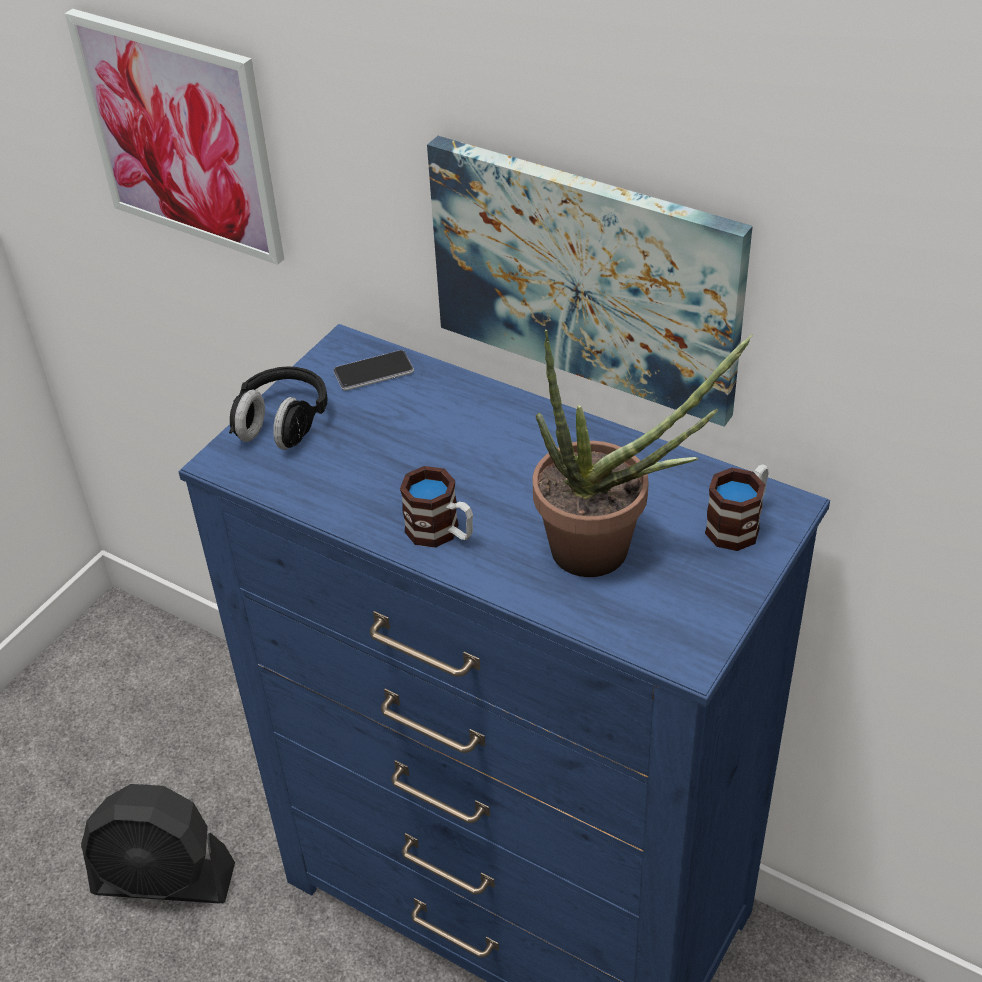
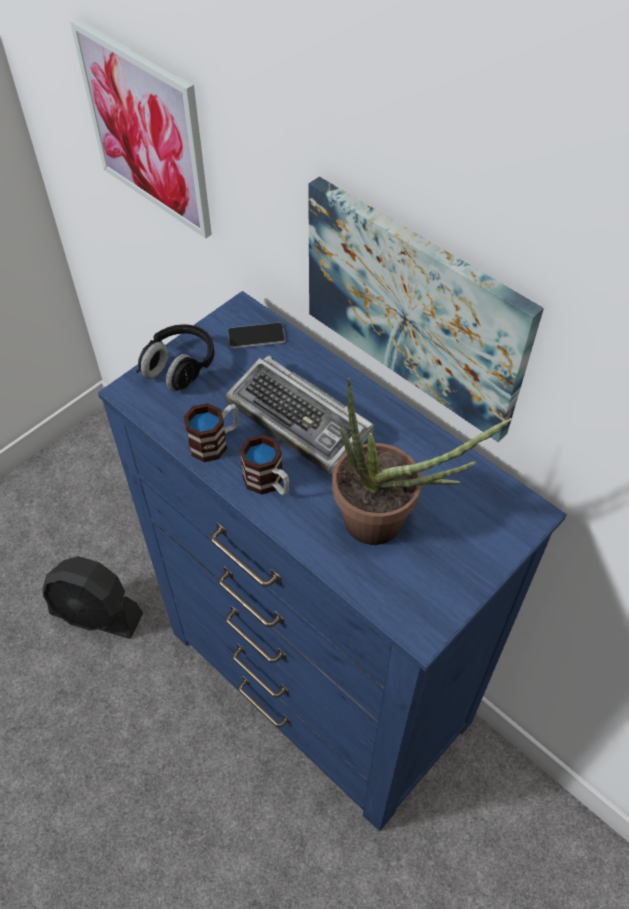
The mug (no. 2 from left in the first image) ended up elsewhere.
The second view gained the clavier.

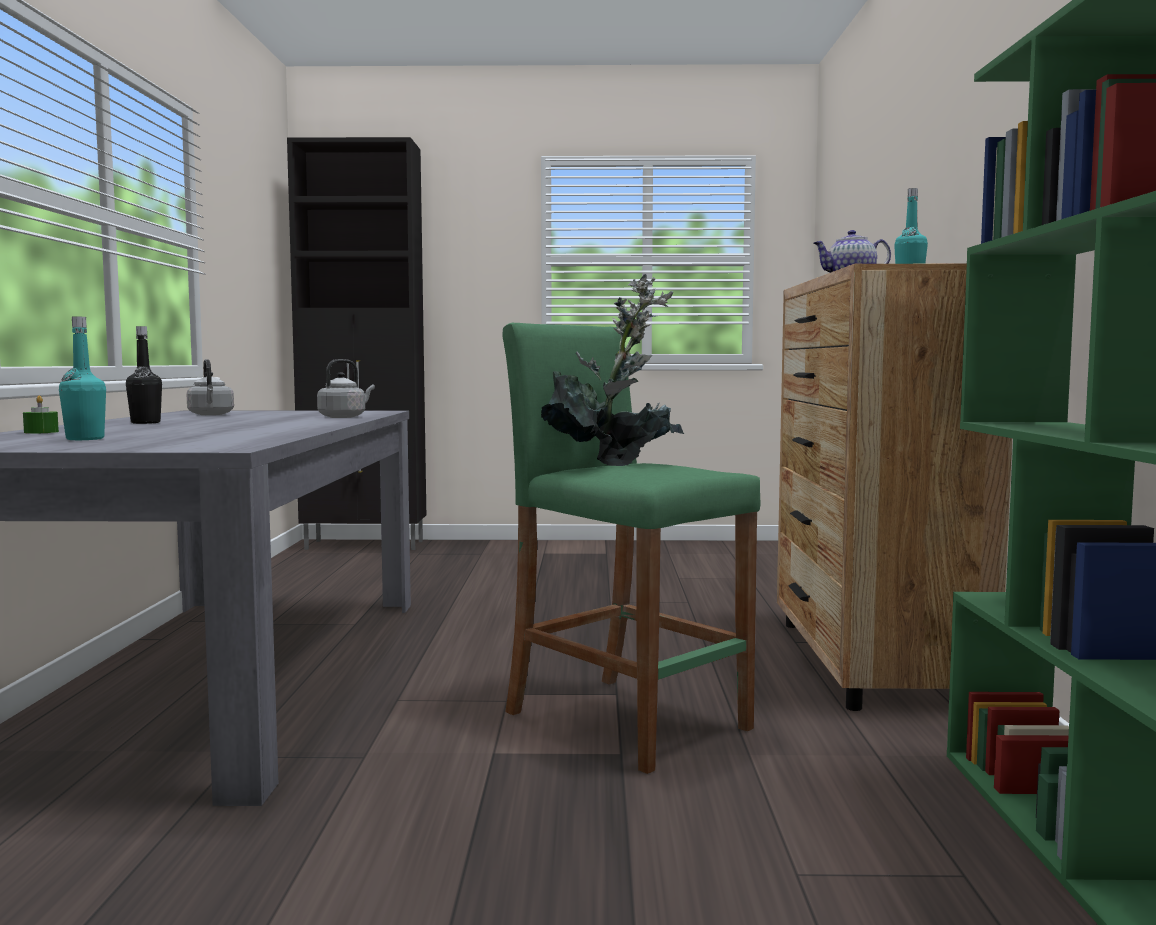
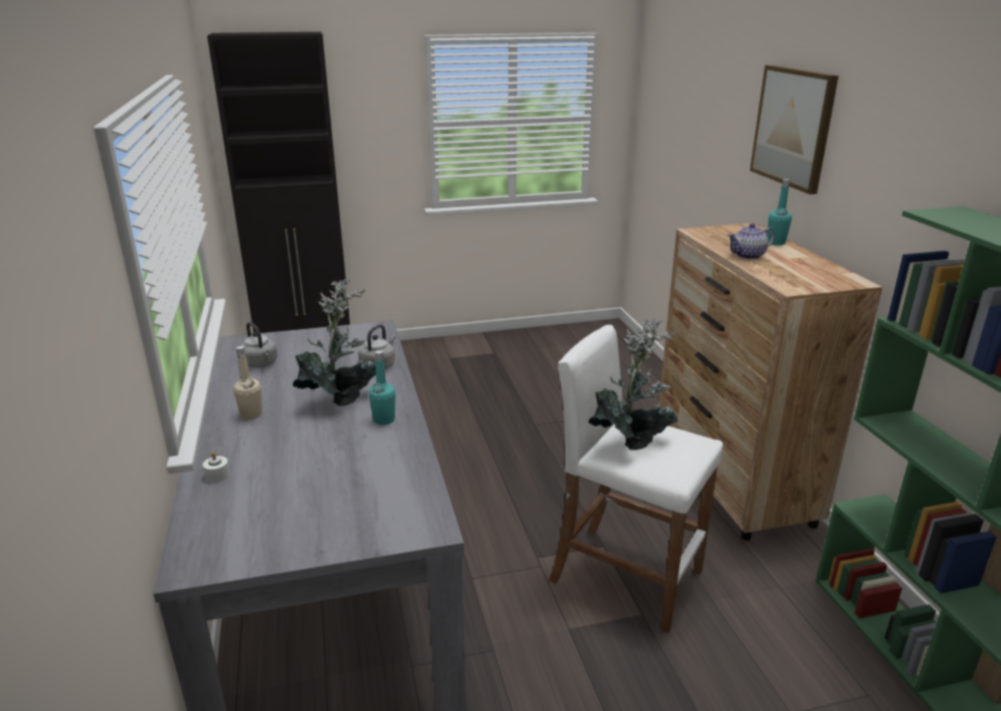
The bouteille [turquoise] (no. 1 from left) ended up elsewhere.
What was the tabouret [vert] turned into the tabouret [blanc].
What was the bouteille [noir] turned into the bouteille [beige].
What was the bougie [vert] turned into the bougie [blanc].
The second view gained the tableau.
The second view gained the plante en pot (no. 1 from left).

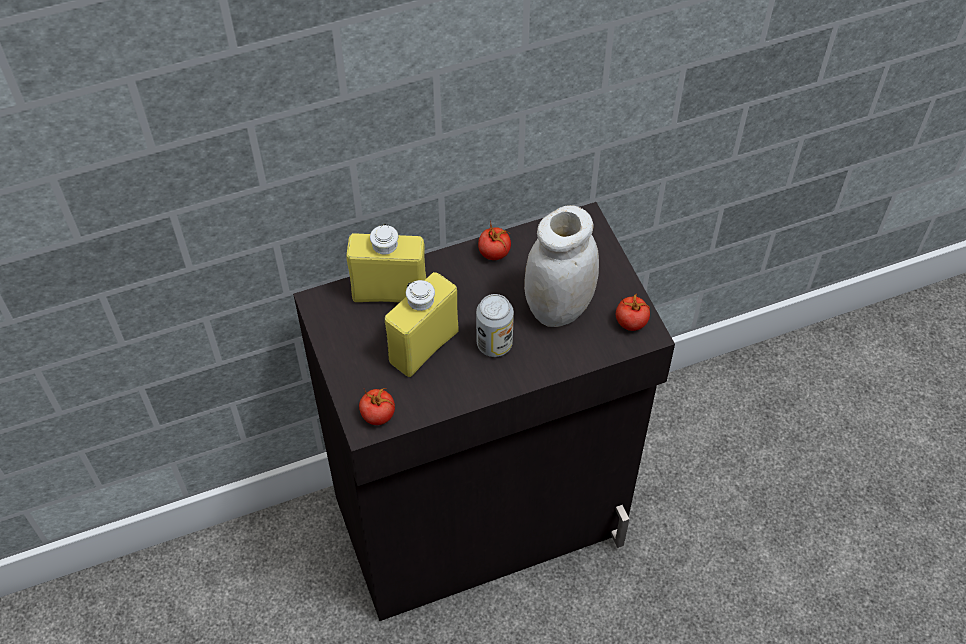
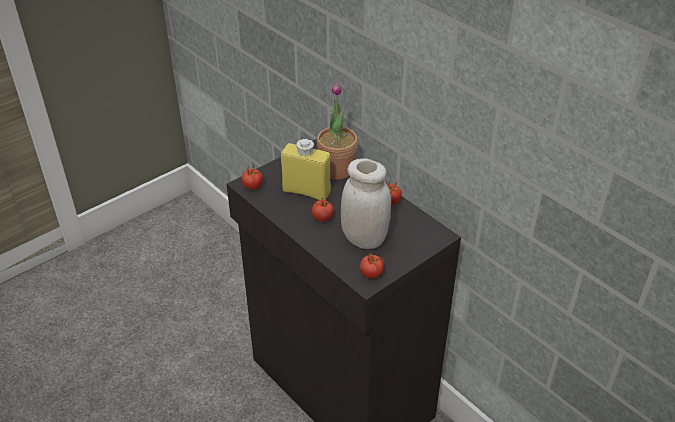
Where the bouteille [jaune] (no. 1 from left) stood, the plante en pot came to stand.
Where the boîte métallique stood, the tomate (no. 2 from left) came to stand.

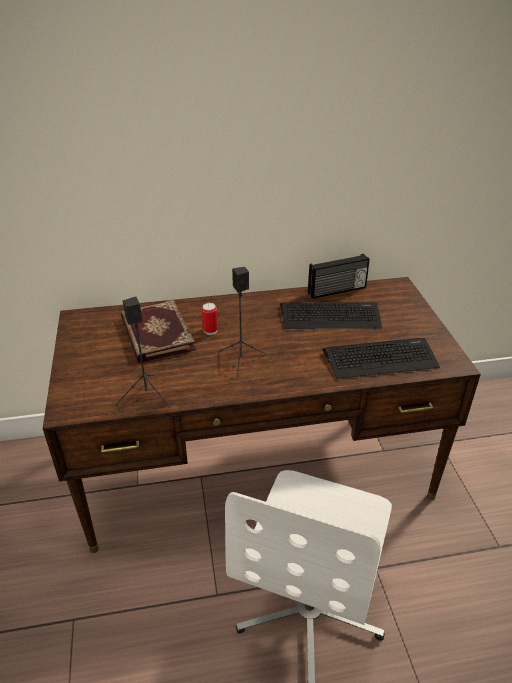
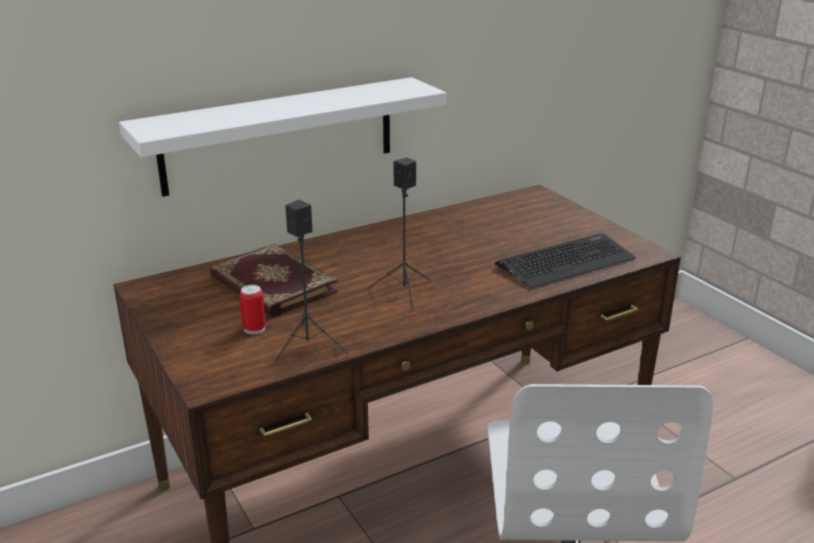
The second view lost the radio.
The second view lost the clavier (no. 1 from left).
The boîte métallique ended up elsewhere.
The second view gained the étagère [blanc].

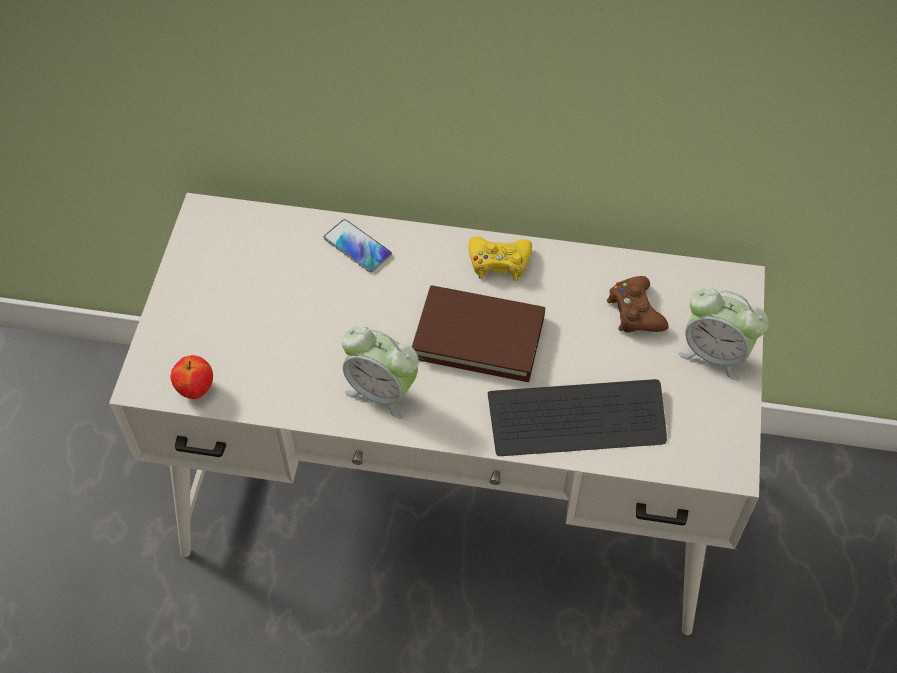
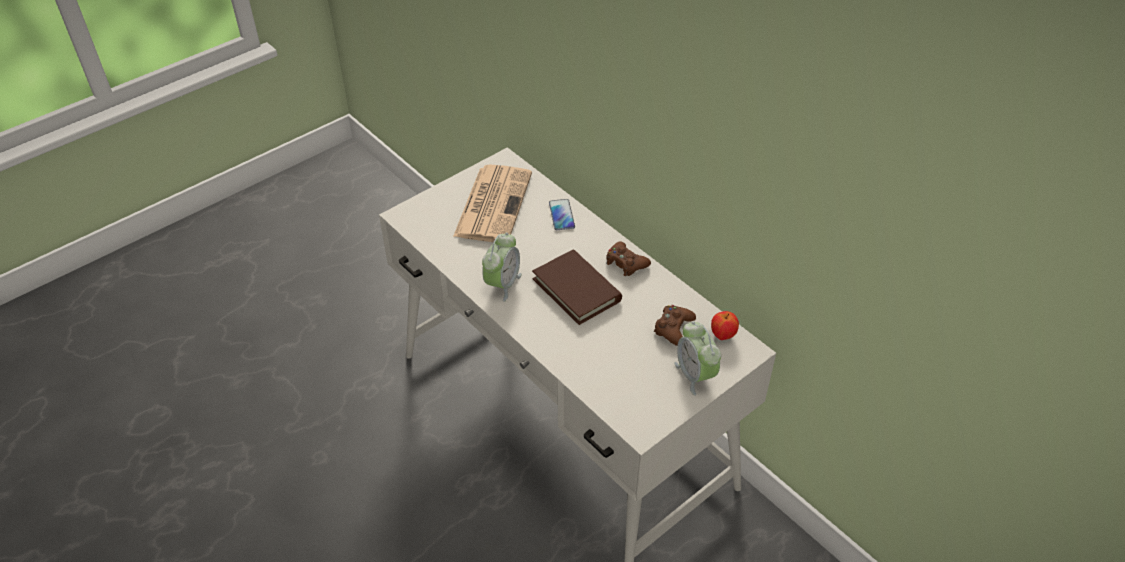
What was the manette [jaune] turned into the manette [marron] (no. 1 from left).
The réveil (no. 1 from left) ended up facing another way, 135 degrees counterclockwise from before.
The pomme ended up elsewhere.
The second view lost the clavier.
The second view gained the journal.

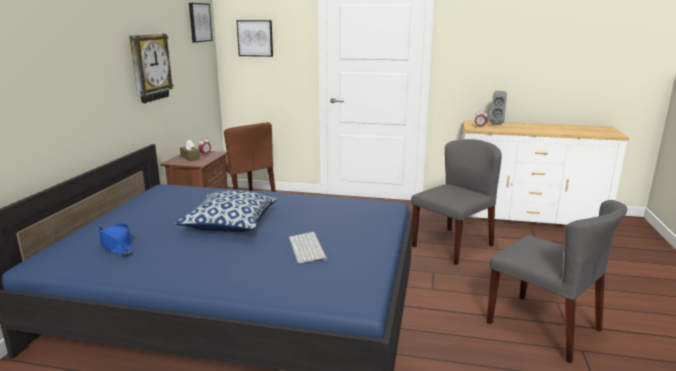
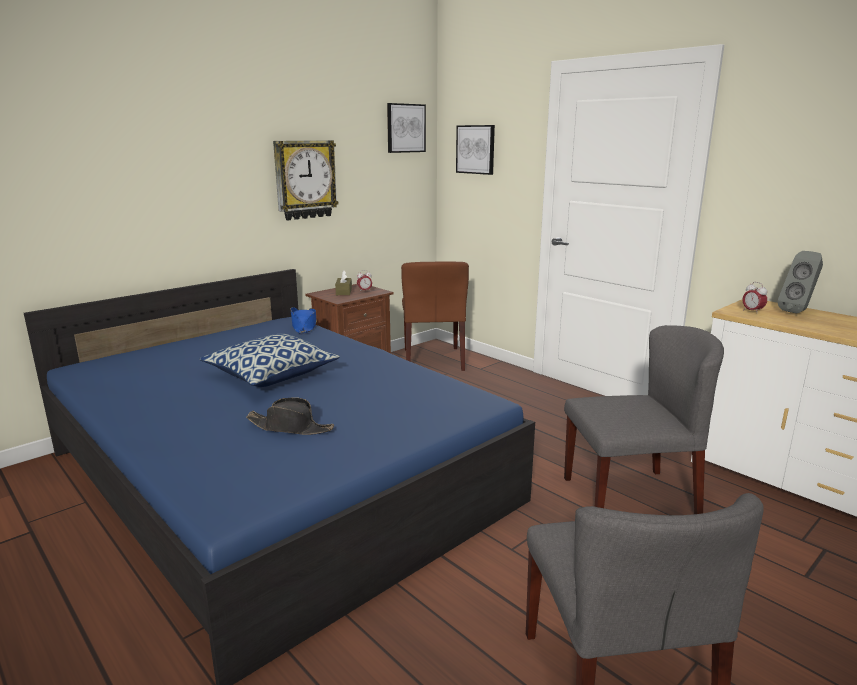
The chapeau [bleu] ended up elsewhere.
Where the clavier stood, the chapeau [noir] came to stand.

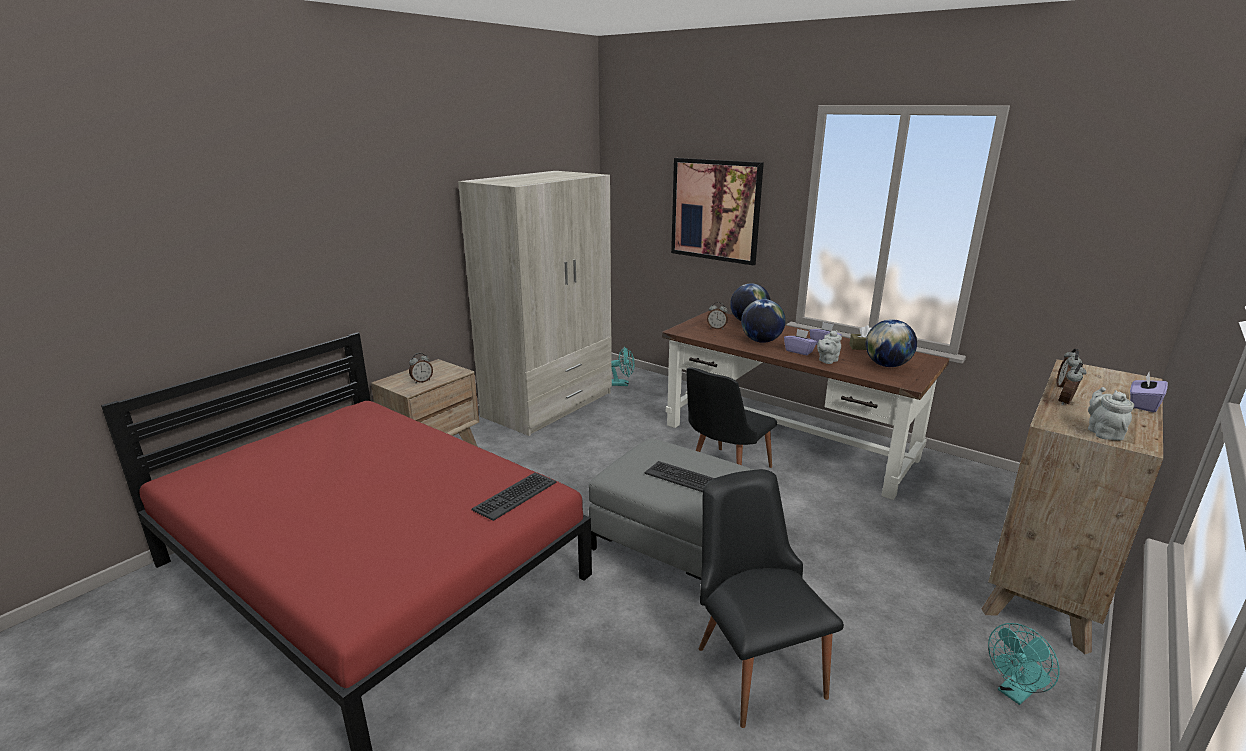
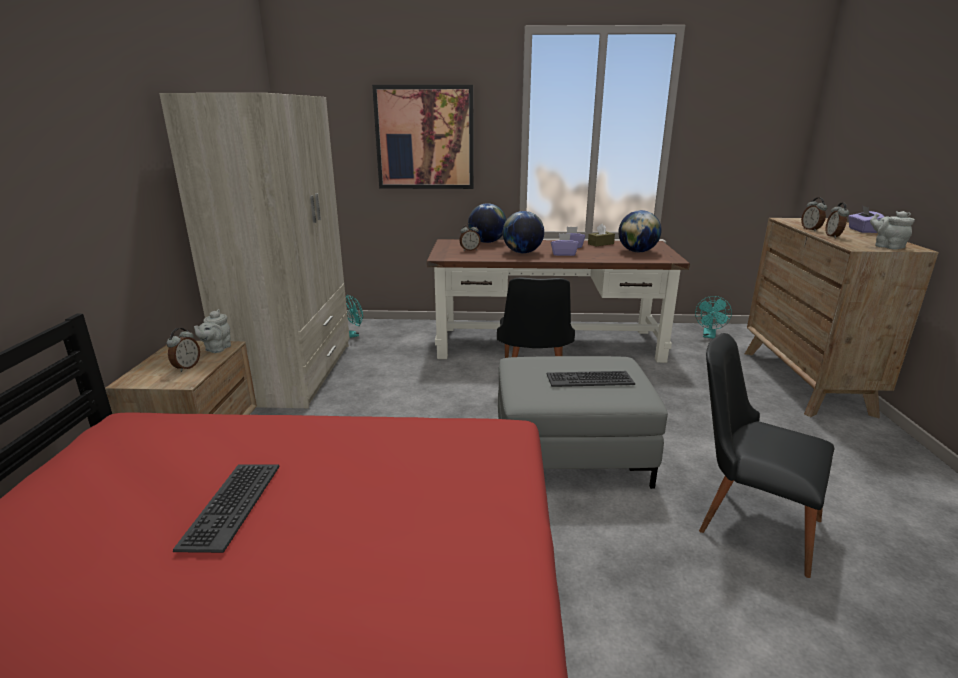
The théière [gris] (no. 1 from left) ended up elsewhere.
The clavier (no. 1 from left) ended up elsewhere.
The ventilateur [turquoise] (no. 2 from left) ended up elsewhere.

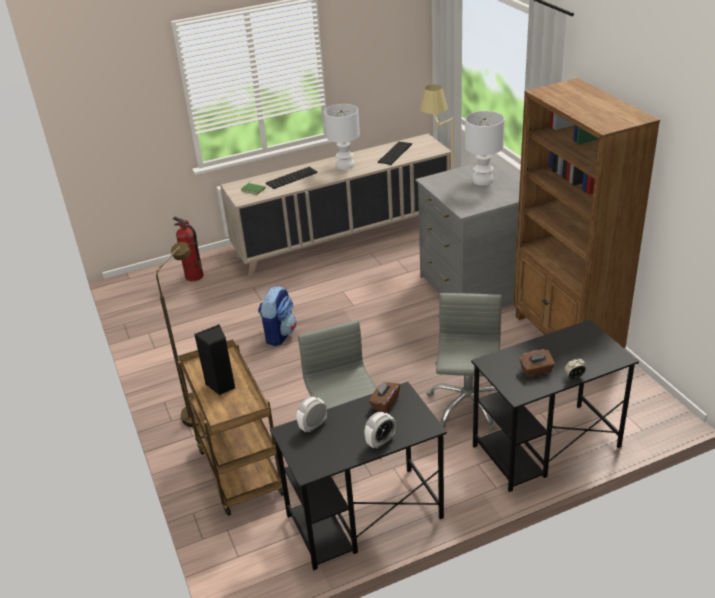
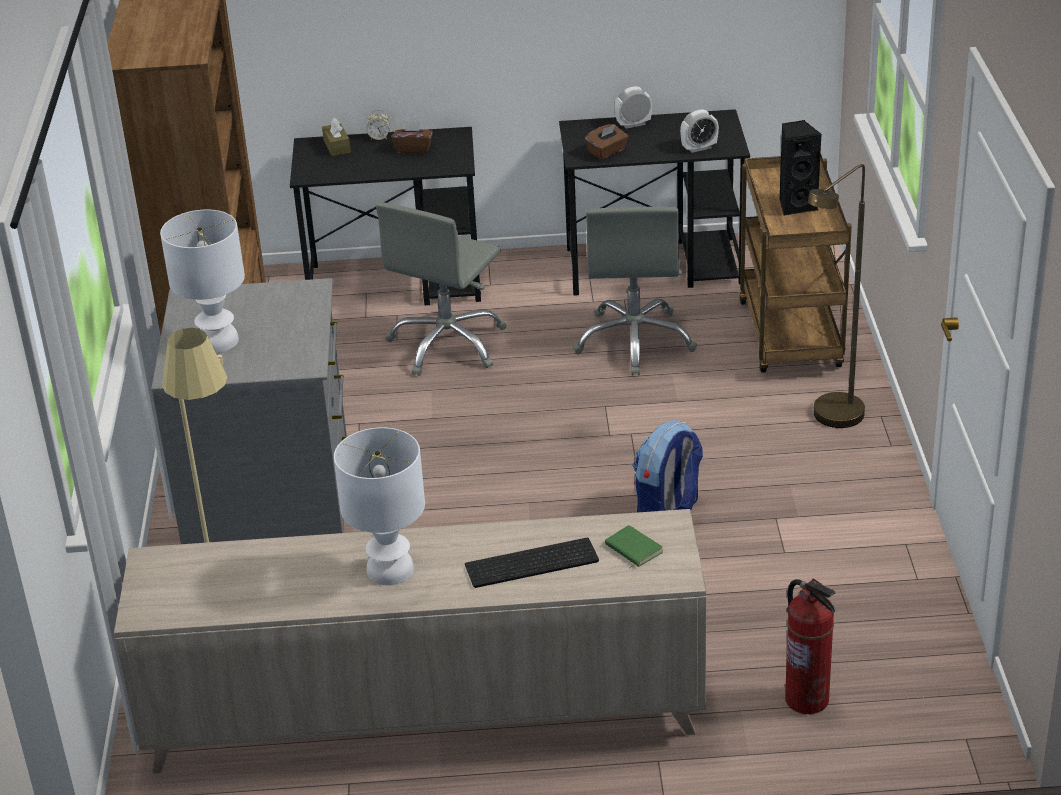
The second view lost the clavier (no. 2 from left).
The second view gained the boîte à mouchoirs [marron] (no. 1 from left).

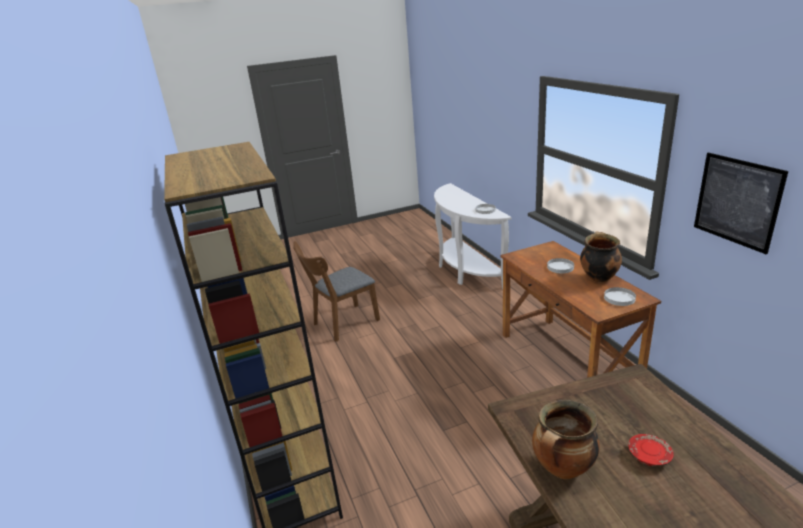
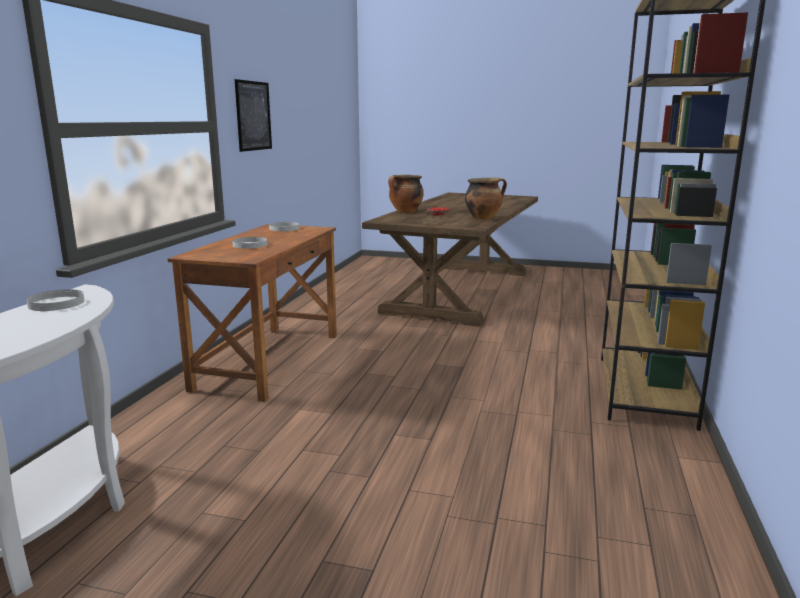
The marmite (no. 2 from left in the first image) ended up elsewhere.
The second view lost the chaise [marron].

